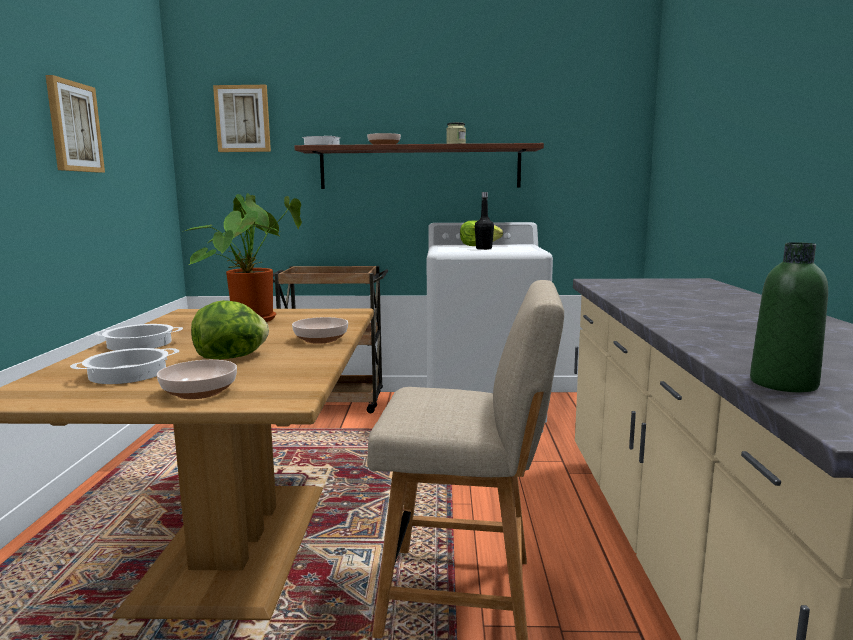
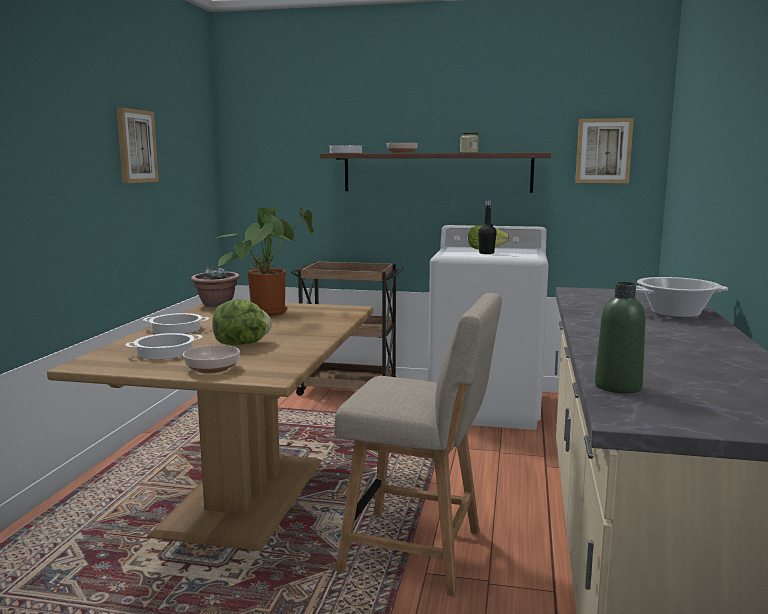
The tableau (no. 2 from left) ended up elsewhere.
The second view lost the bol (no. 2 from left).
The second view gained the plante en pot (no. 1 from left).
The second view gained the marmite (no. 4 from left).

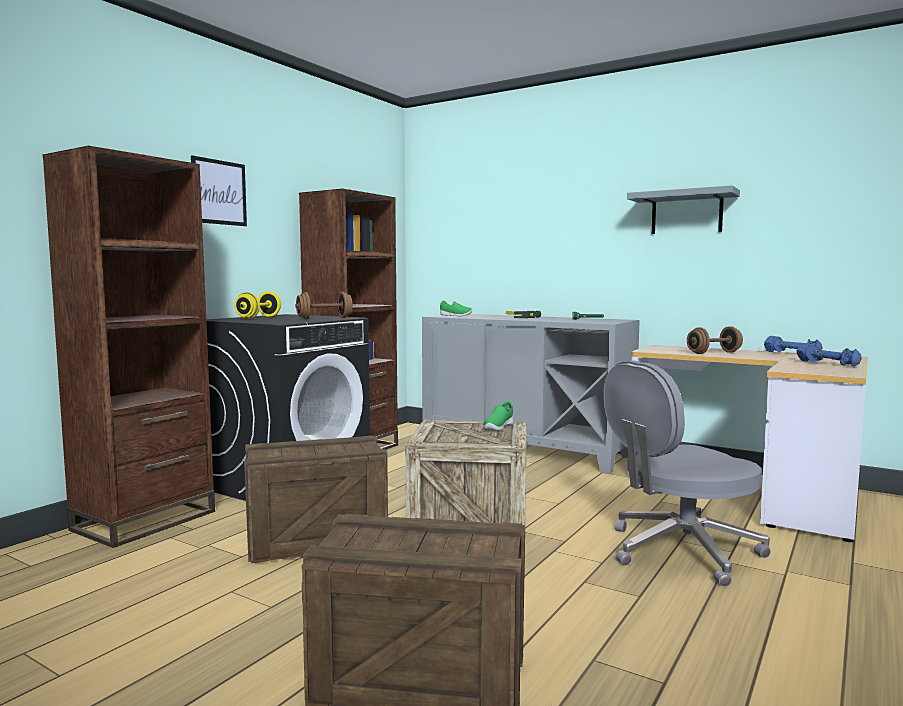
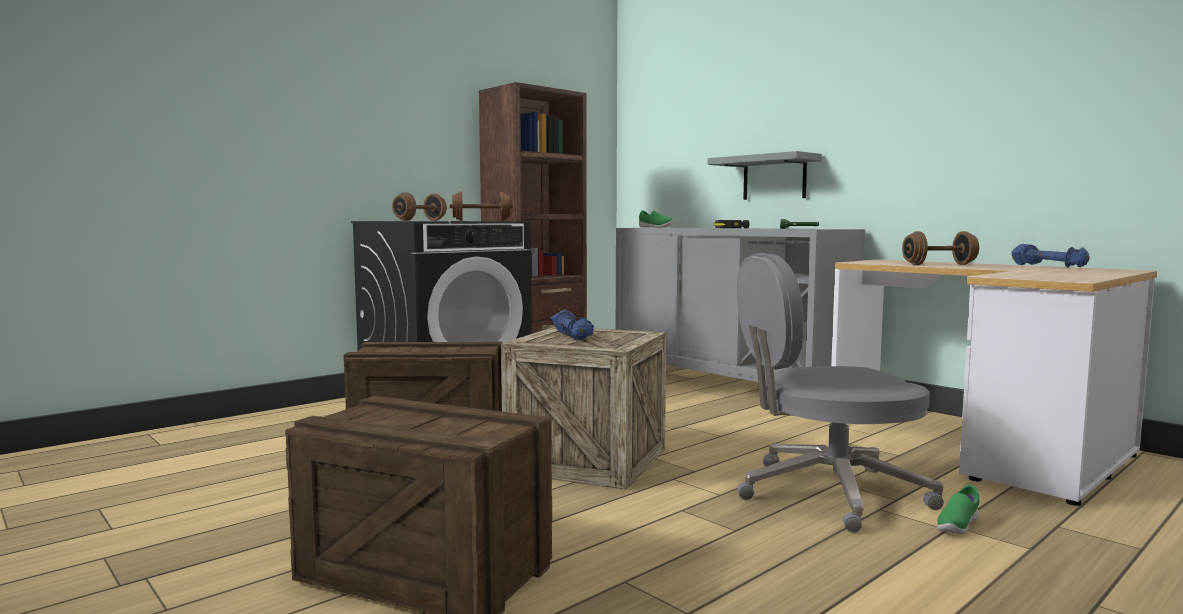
The second view lost the bibliothèque [marron] (no. 1 from left).
The second view lost the tableau.
The étagère [gris] ended up elsewhere.
What was the haltère [jaune] turned into the haltère [marron] (no. 1 from left).
The haltère [bleu] (no. 2 from left in the first image) ended up elsewhere.
The chaussure [vert] (no. 2 from left) ended up elsewhere.

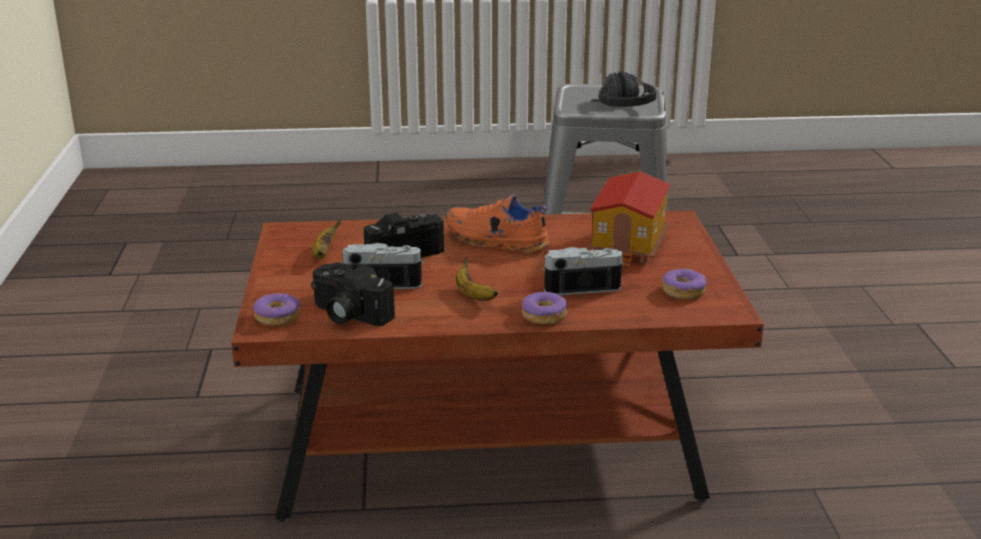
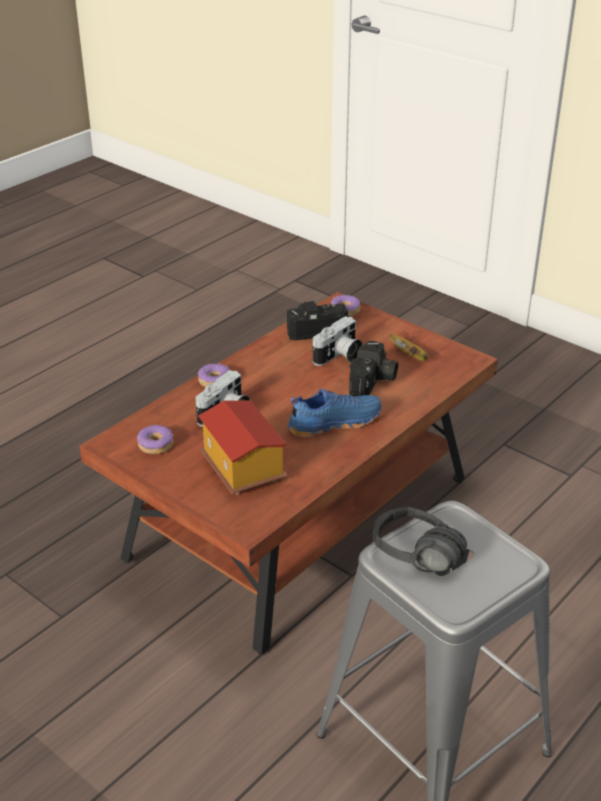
What was the chaussure [orange] turned into the chaussure [bleu].
The second view lost the banane (no. 2 from left).

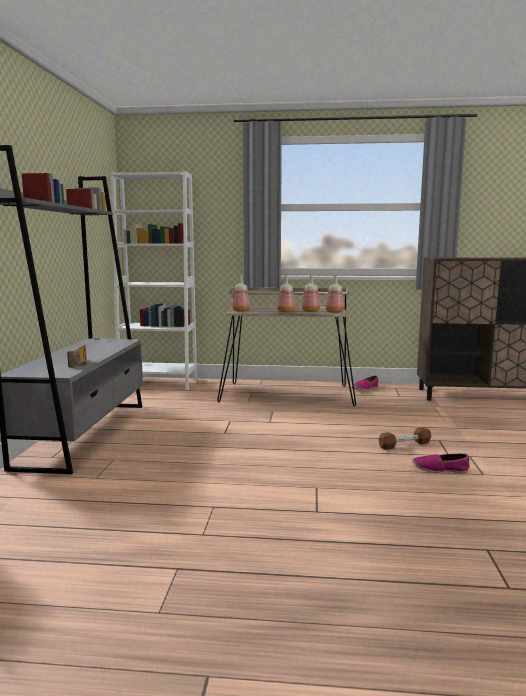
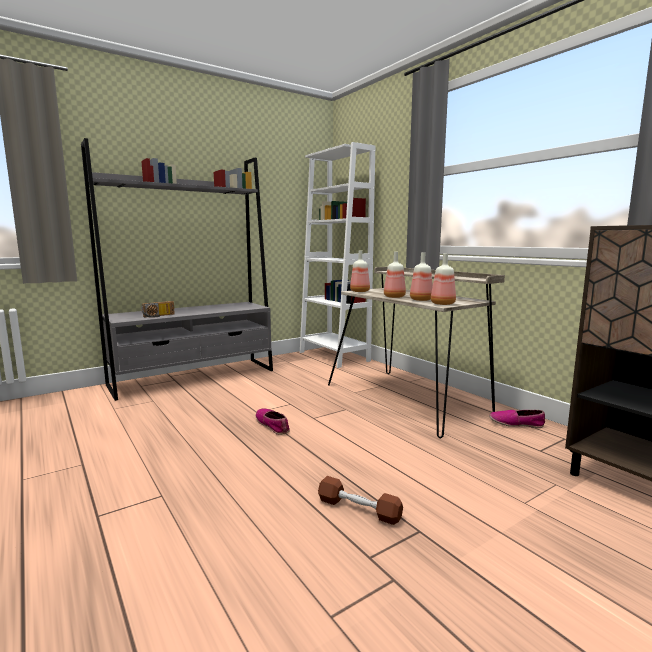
The chaussure (no. 2 from left in the first image) ended up elsewhere.

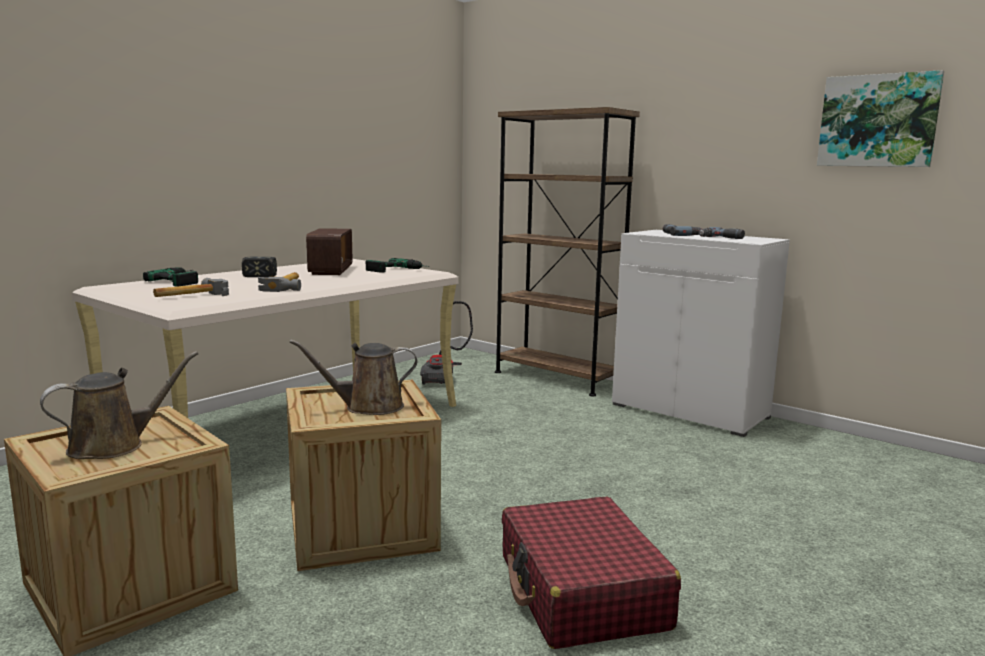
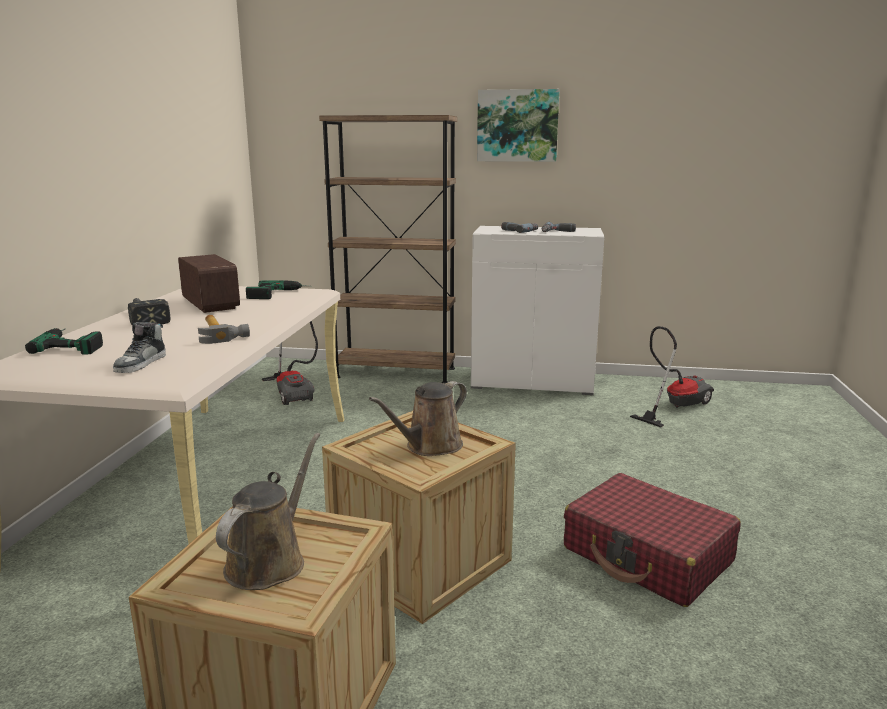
The tableau ended up elsewhere.
Where the marteau (no. 1 from left) stood, the chaussure came to stand.
The second view gained the aspirateur (no. 2 from left).

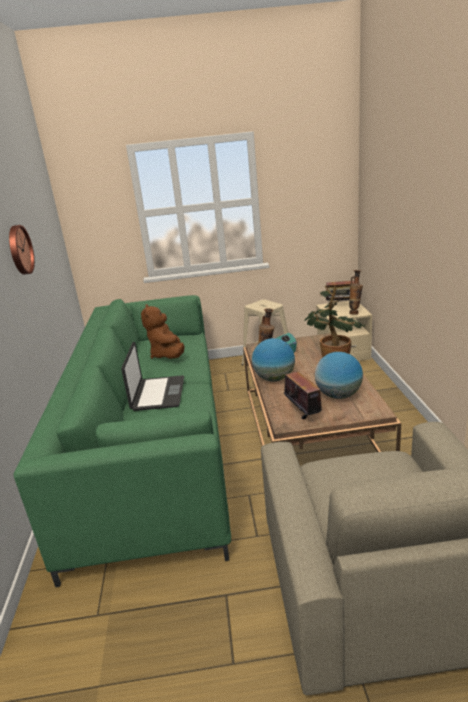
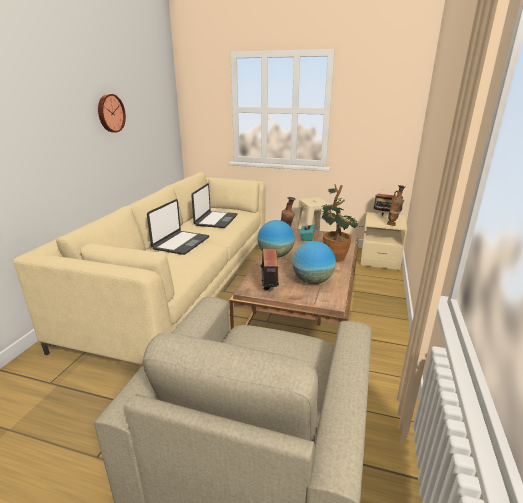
What was the canapé [vert] turned into the canapé [beige].
Where the peluche [marron] stood, the ordinateur portable (no. 2 from left) came to stand.

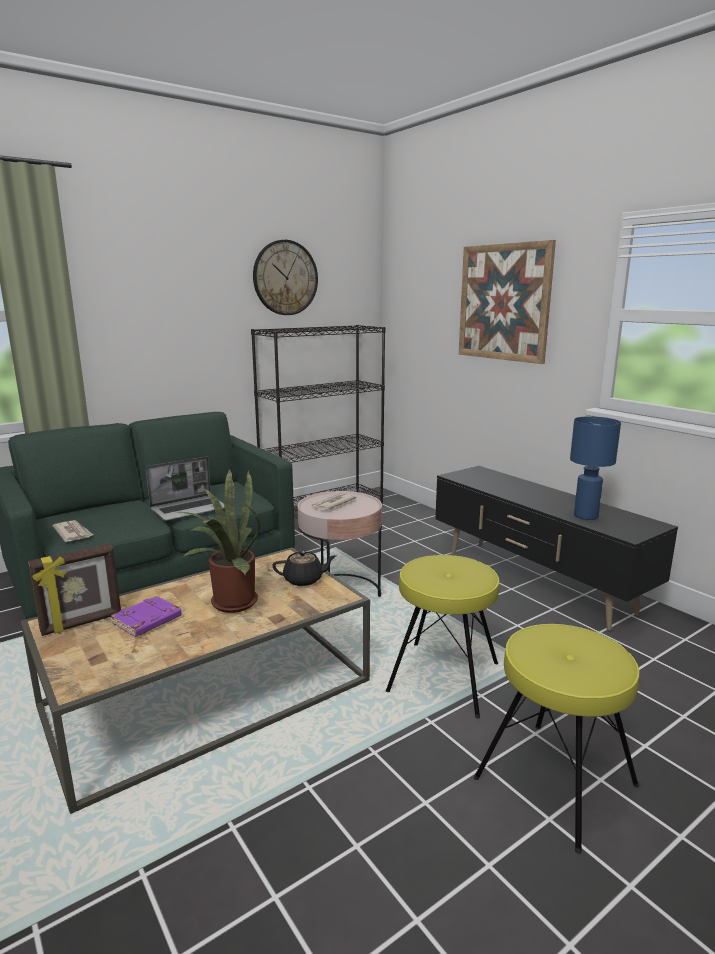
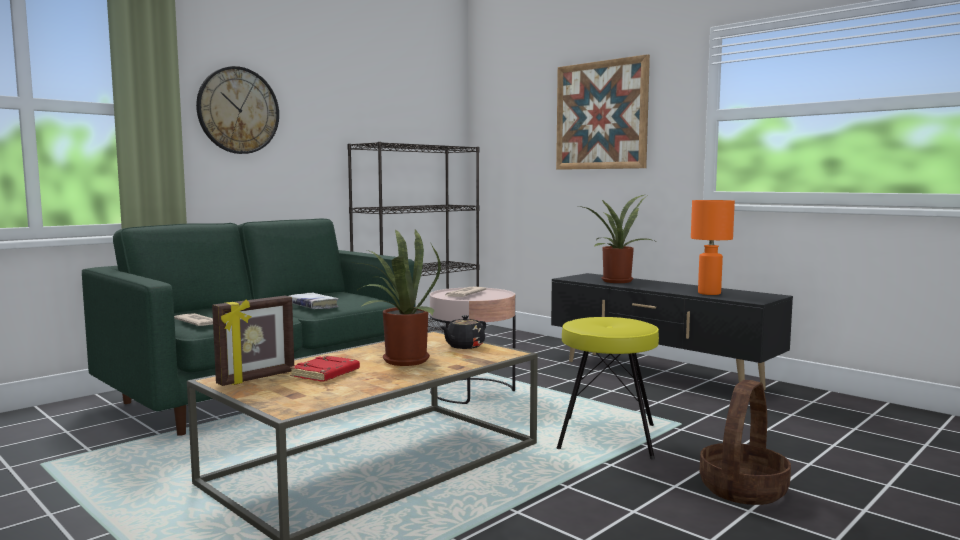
The horloge murale ended up elsewhere.
What was the lampe de table [bleu] turned into the lampe de table [orange].
Where the ordinateur portable stood, the livre [blanc] came to stand.
The théière [noir] ended up facing another way, 150 degrees clockwise from before.
What was the livre [violet] turned into the livre [rouge].
Where the tabouret [jaune] (no. 2 from left) stood, the panier came to stand.
The second view gained the plante en pot (no. 2 from left).

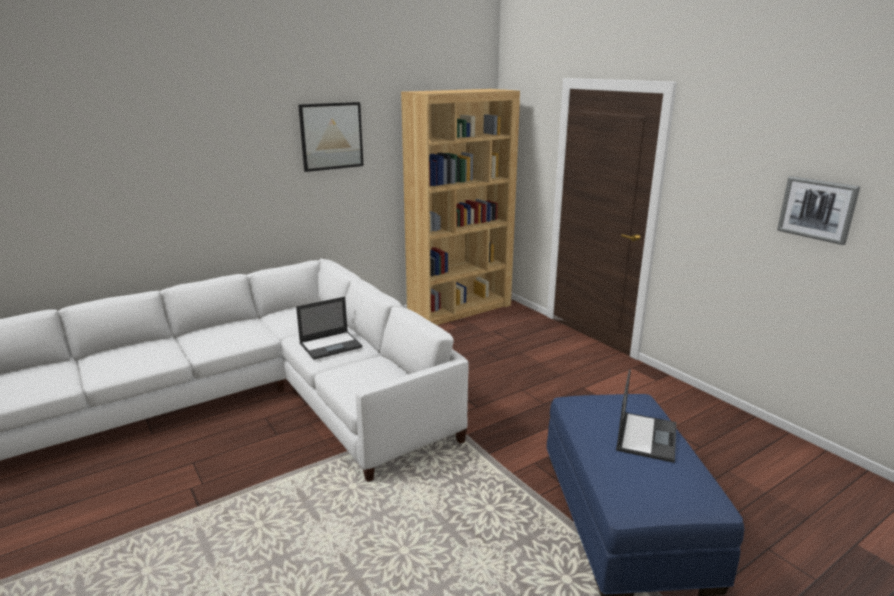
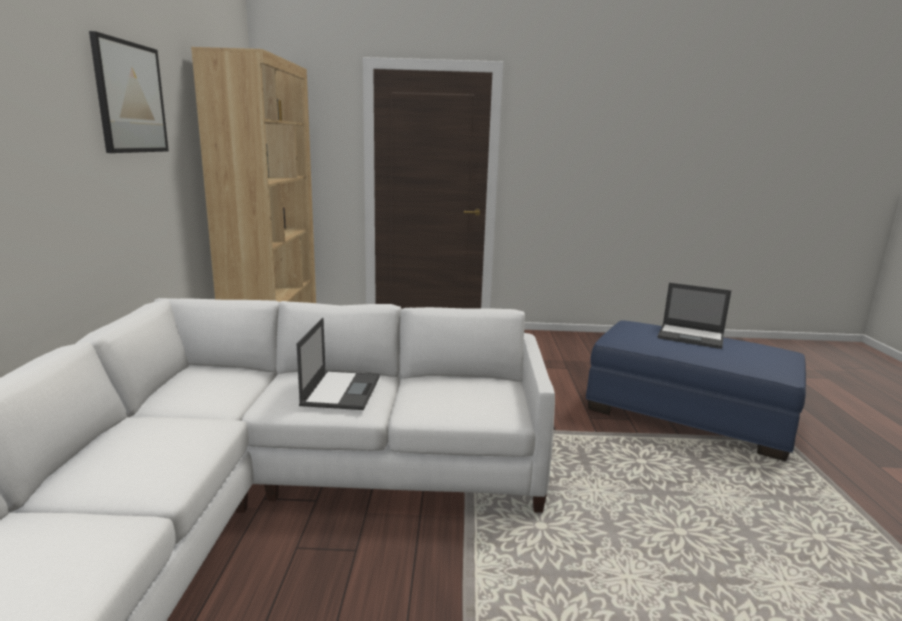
The second view lost the tableau (no. 2 from left).
The ordinateur portable (no. 2 from left) ended up facing another way, 150 degrees clockwise from before.

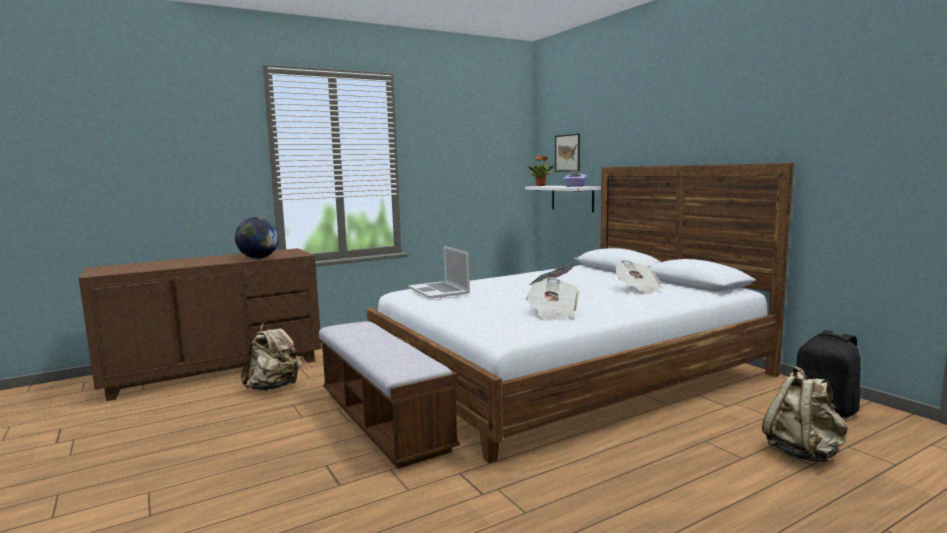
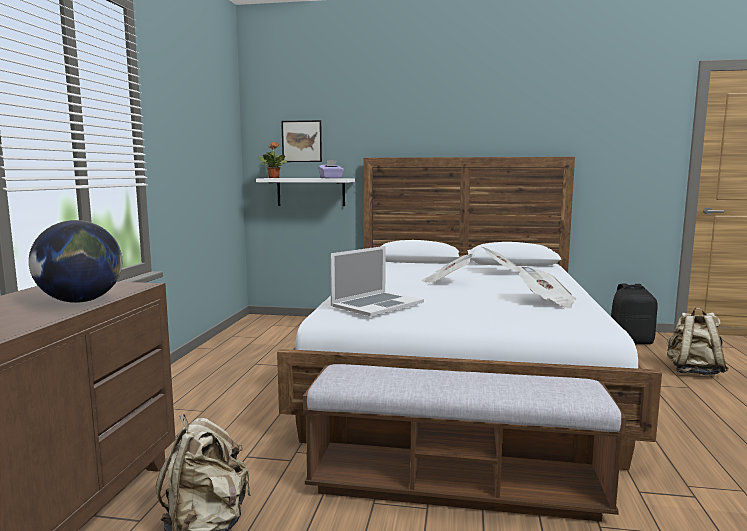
The ordinateur portable ended up facing another way, 60 degrees counterclockwise from before.

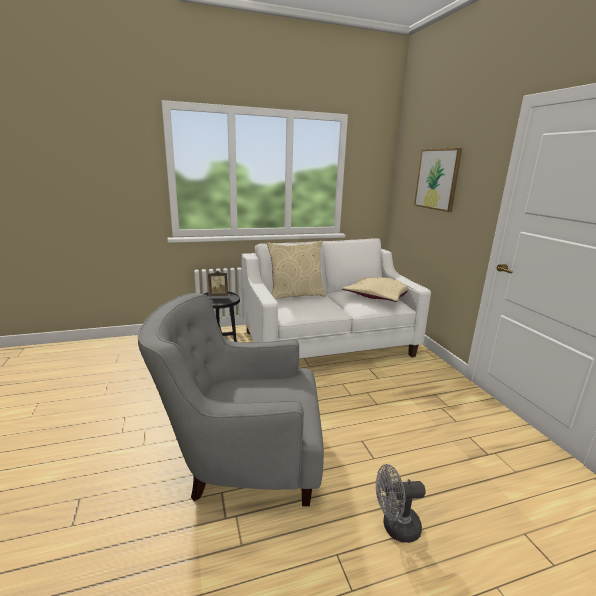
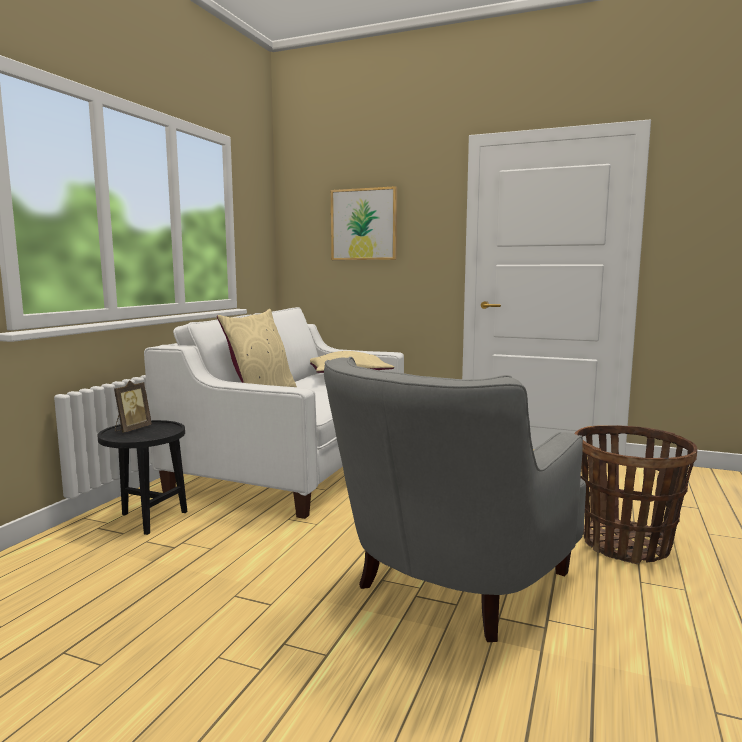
Where the ventilateur [gris] stood, the panier came to stand.

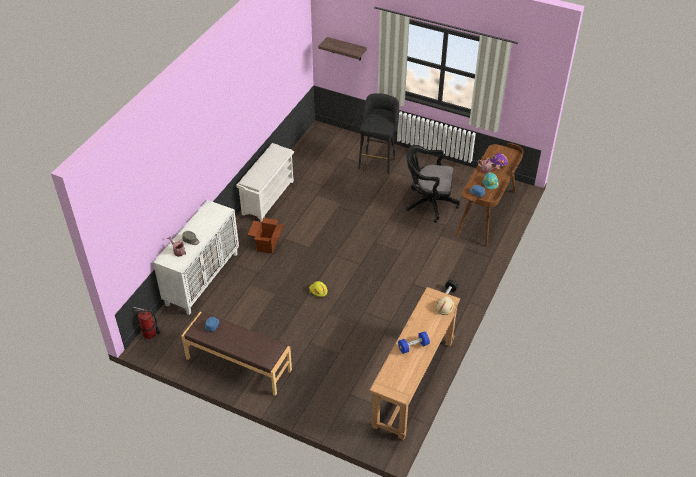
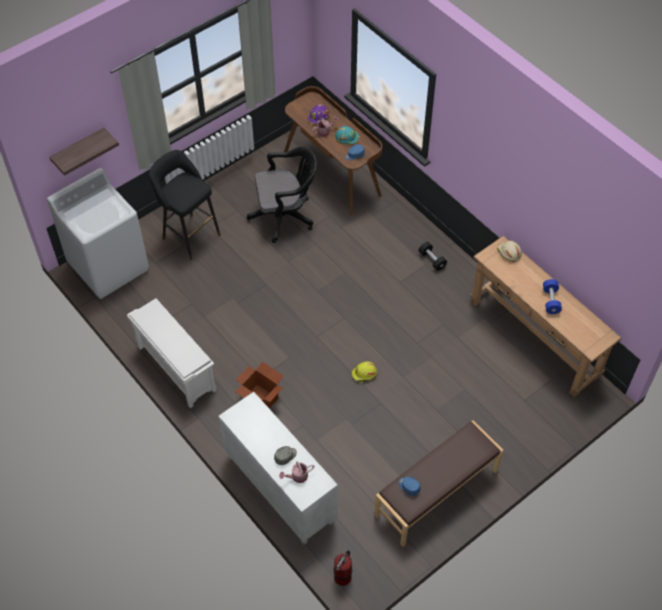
The chaise de bureau [noir] ended up facing another way, 135 degrees counterclockwise from before.
The second view gained the lave-linge [blanc].

